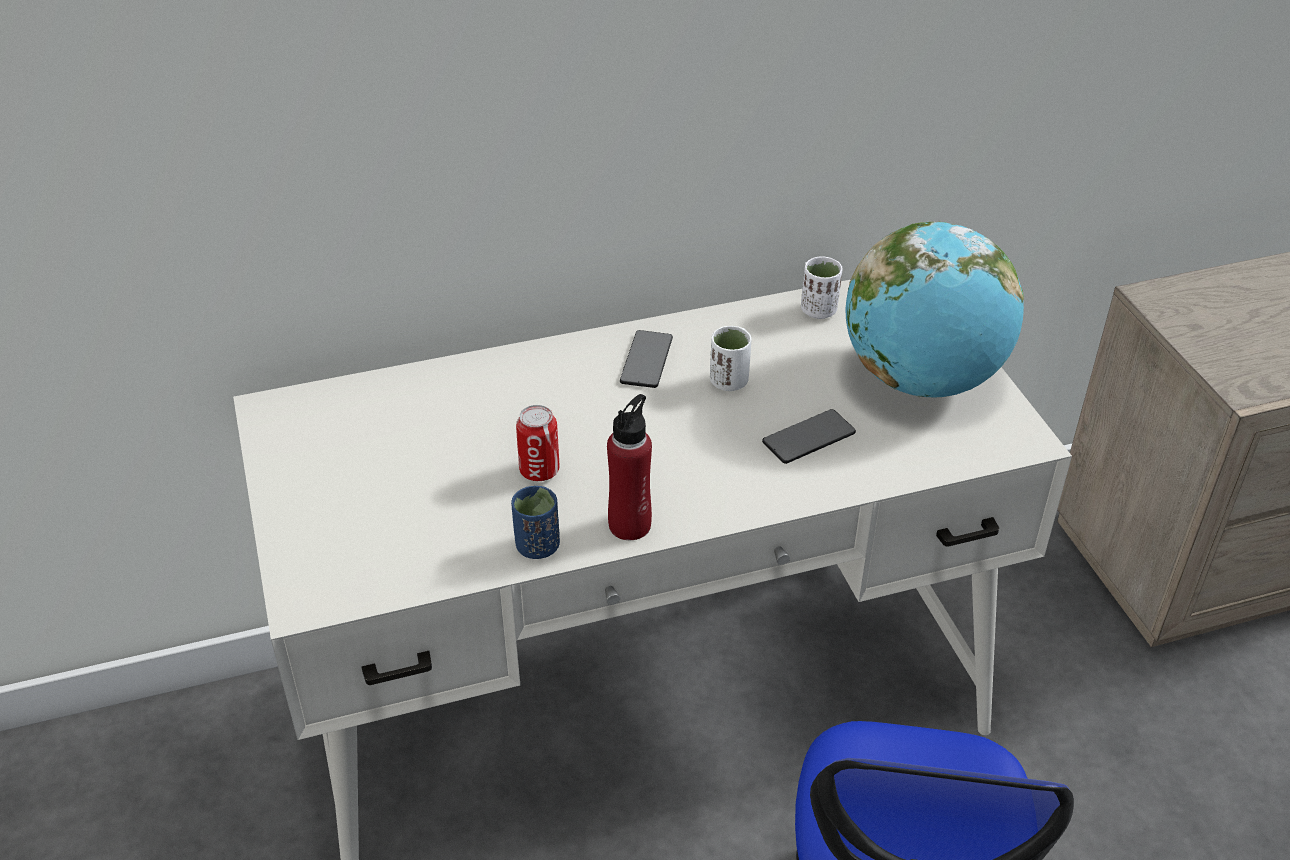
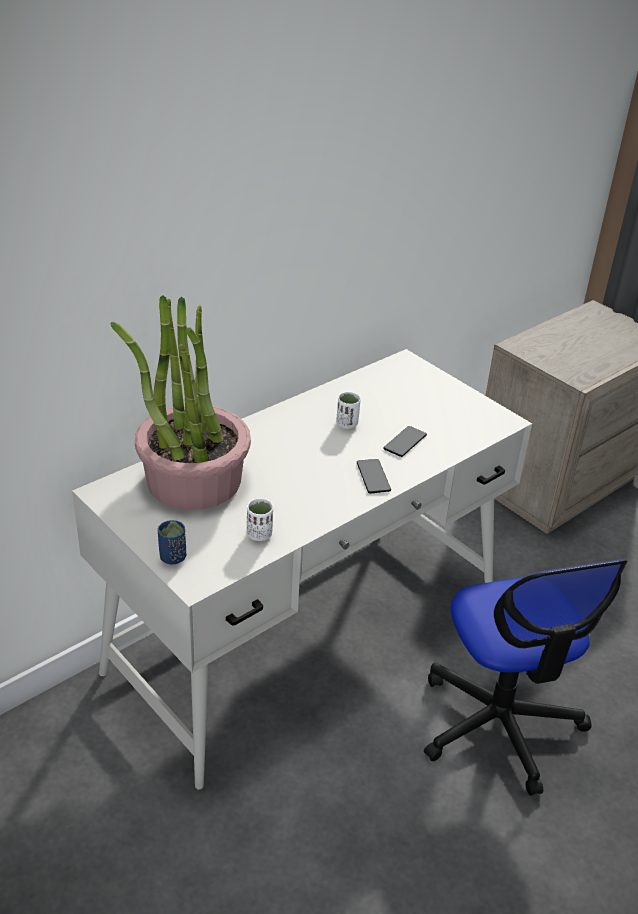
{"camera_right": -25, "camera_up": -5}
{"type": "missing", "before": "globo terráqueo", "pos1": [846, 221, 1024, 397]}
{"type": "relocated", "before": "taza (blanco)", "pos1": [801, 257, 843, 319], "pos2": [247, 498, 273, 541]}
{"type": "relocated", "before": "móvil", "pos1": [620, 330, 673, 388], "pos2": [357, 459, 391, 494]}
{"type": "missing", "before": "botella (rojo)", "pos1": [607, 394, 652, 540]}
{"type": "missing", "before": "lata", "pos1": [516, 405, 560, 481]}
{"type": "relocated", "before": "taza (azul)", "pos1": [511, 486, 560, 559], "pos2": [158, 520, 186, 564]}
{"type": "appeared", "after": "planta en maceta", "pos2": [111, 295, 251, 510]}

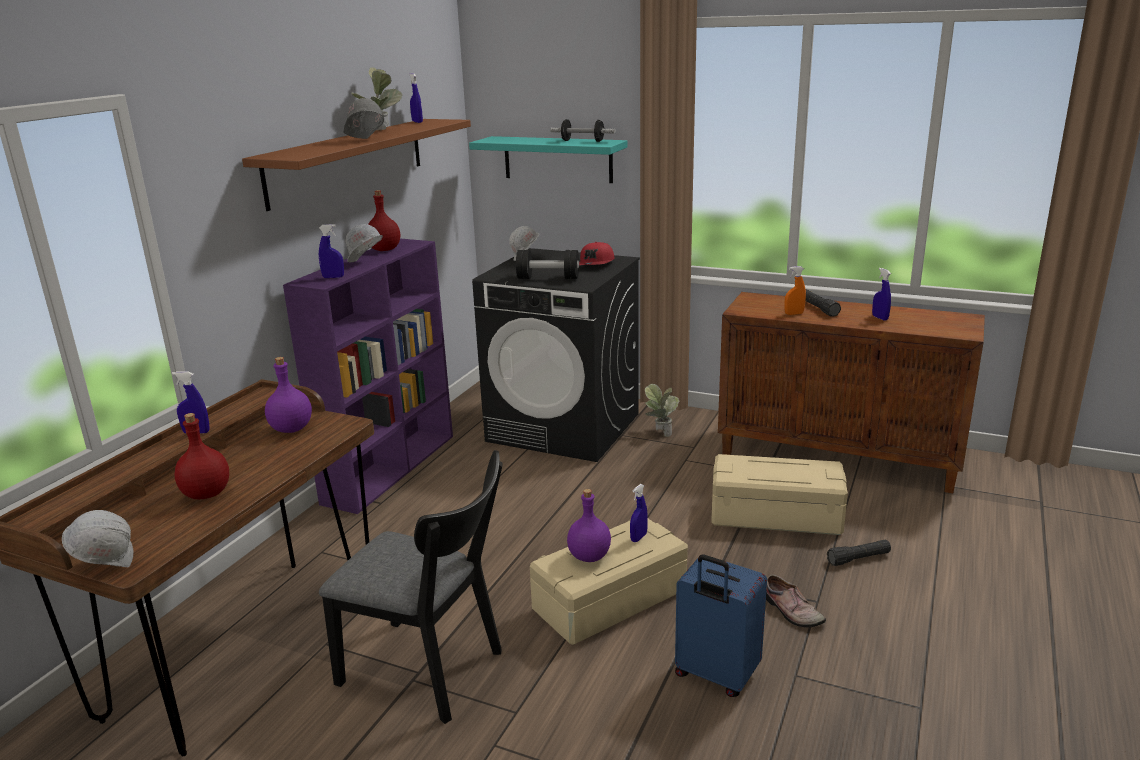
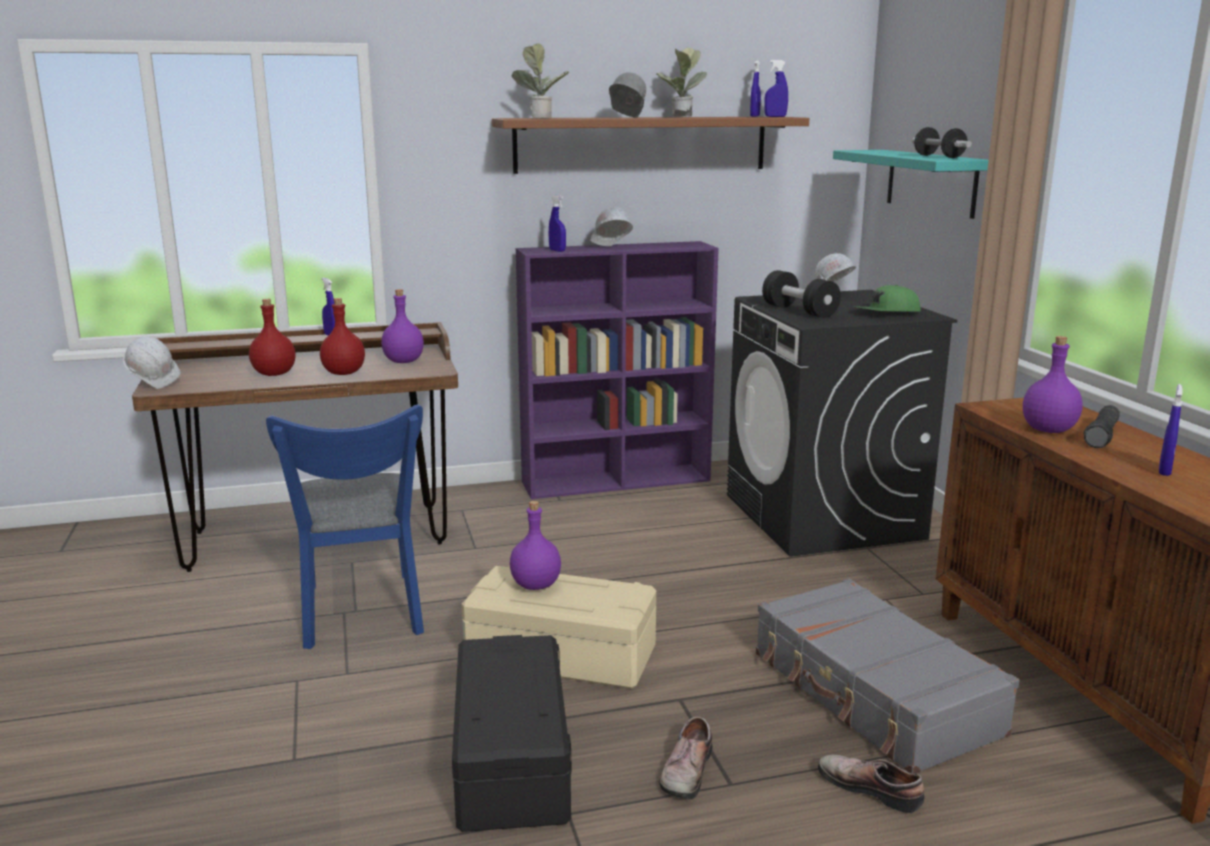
{"camera_right": 50, "camera_up": -5}
{"type": "relocated", "before": "botella (rojo)", "pos1": [368, 190, 400, 251], "pos2": [320, 298, 365, 375]}
{"type": "colour", "before": "gorra (rojo)", "after": "gorra (verde)", "pos1": [579, 242, 614, 265], "pos2": [854, 285, 921, 312]}
{"type": "exchanged", "before": "pulverizador (naranja)", "after": "botella (morado)", "pos1": [785, 266, 806, 315], "pos2": [1023, 336, 1083, 433]}
{"type": "relocated", "before": "planta en maceta", "pos1": [645, 384, 680, 437], "pos2": [512, 43, 570, 119]}
{"type": "colour", "before": "silla (negro)", "after": "silla (azul)", "pos1": [319, 450, 503, 724], "pos2": [266, 404, 424, 649]}
{"type": "exchanged", "before": "caja de almacenaje (beis)", "after": "maleta (gris)", "pos1": [711, 454, 848, 535], "pos2": [756, 579, 1019, 773]}
{"type": "relocated", "before": "pulverizador (azul)", "pos1": [630, 484, 648, 542], "pos2": [765, 60, 788, 117]}
{"type": "exchanged", "before": "linterna (negro)", "after": "zapato", "pos1": [827, 540, 891, 566], "pos2": [818, 754, 924, 813]}
{"type": "exchanged", "before": "maleta (azul)", "after": "caja de almacenaje (negro)", "pos1": [675, 555, 767, 697], "pos2": [452, 635, 571, 832]}

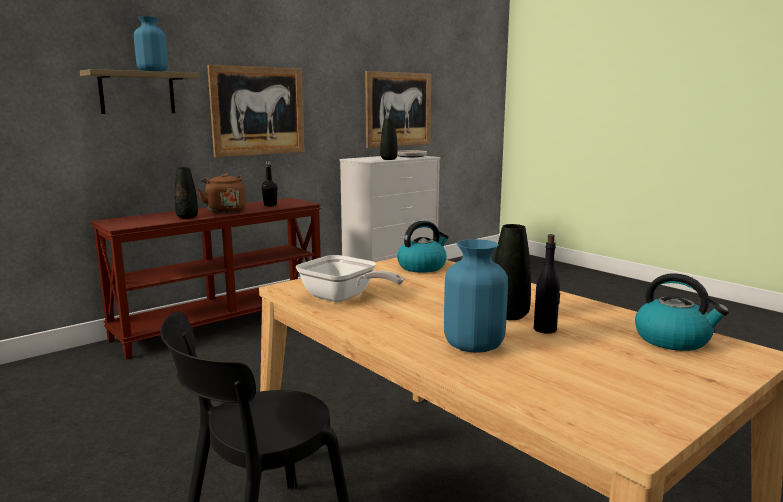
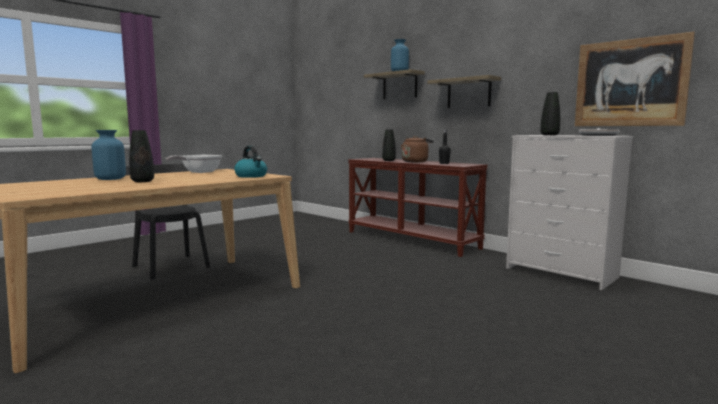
{"camera_right": 85, "camera_up": -5}
{"type": "exchanged", "before": "cuadro", "after": "estante", "pos1": [207, 65, 304, 157], "pos2": [427, 75, 501, 108]}
{"type": "missing", "before": "botella (negro)", "pos1": [534, 234, 560, 334]}
{"type": "missing", "before": "hervidor", "pos1": [635, 273, 729, 351]}

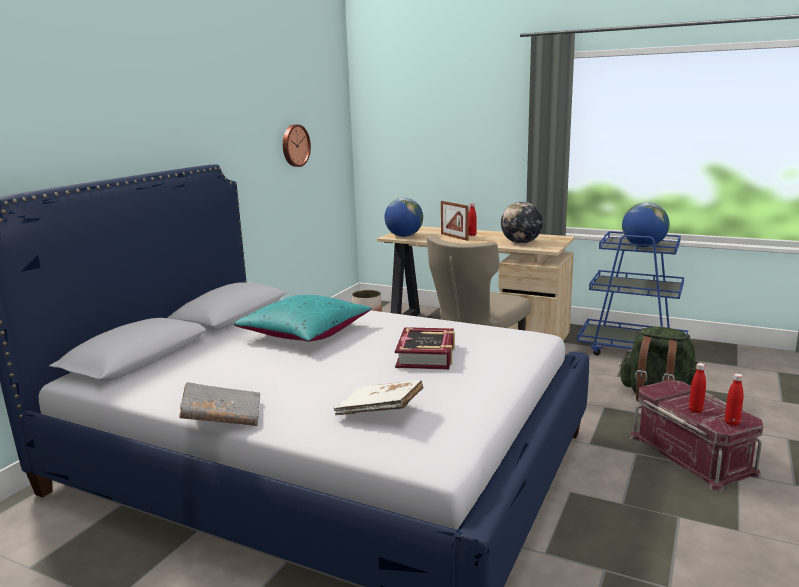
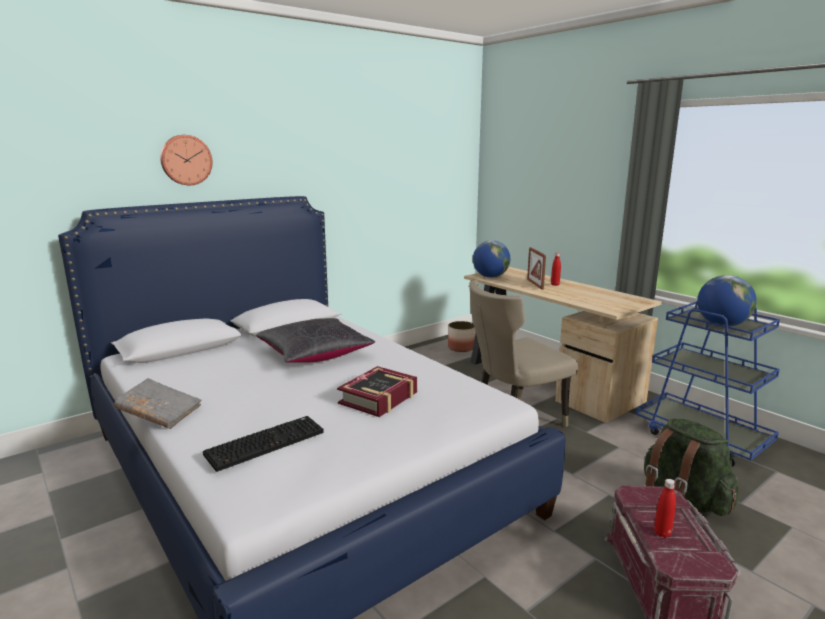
{"camera_right": 25, "camera_up": 0}
{"type": "relocated", "before": "reloj de pared", "pos1": [283, 125, 311, 167], "pos2": [160, 135, 212, 185]}
{"type": "missing", "before": "globo terráqueo", "pos1": [501, 202, 543, 244]}
{"type": "colour", "before": "cojín (turquesa)", "after": "cojín (negro)", "pos1": [234, 295, 372, 342], "pos2": [256, 318, 375, 363]}
{"type": "missing", "before": "botella (rojo)", "pos1": [725, 373, 743, 426]}
{"type": "exchanged", "before": "libro (blanco)", "after": "teclado", "pos1": [334, 380, 424, 415], "pos2": [203, 416, 324, 472]}

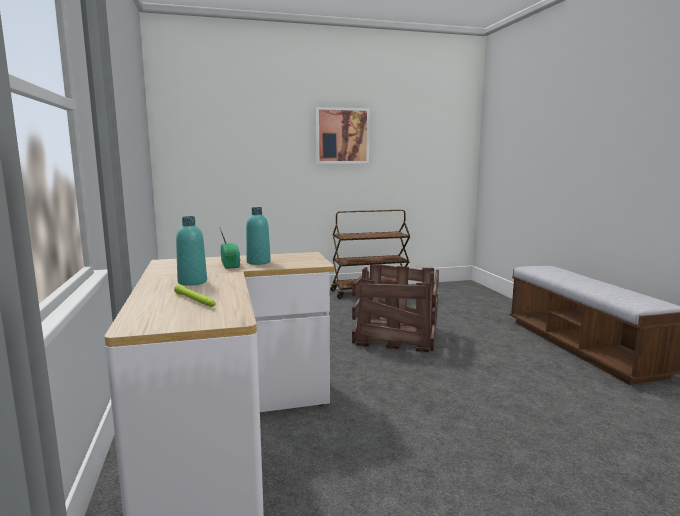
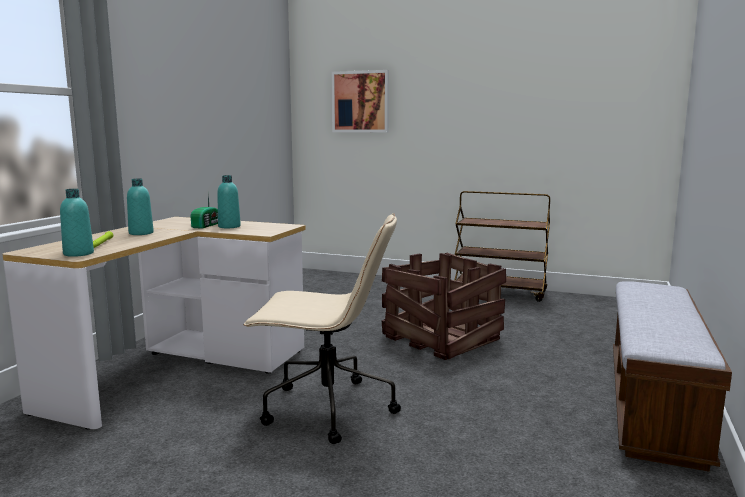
{"camera_right": 35, "camera_up": 0}
{"type": "relocated", "before": "cuadro", "pos1": [316, 107, 370, 163], "pos2": [331, 70, 389, 132]}
{"type": "appeared", "after": "botella (turquesa)", "pos2": [60, 189, 94, 257]}
{"type": "appeared", "after": "silla de oficina (beis)", "pos2": [243, 213, 401, 444]}

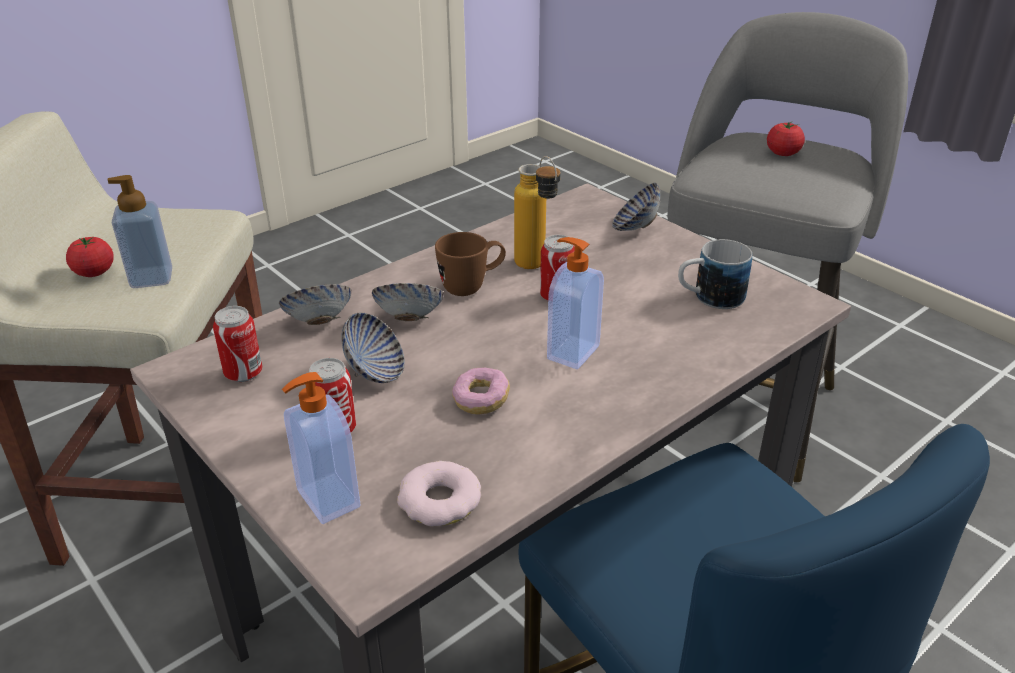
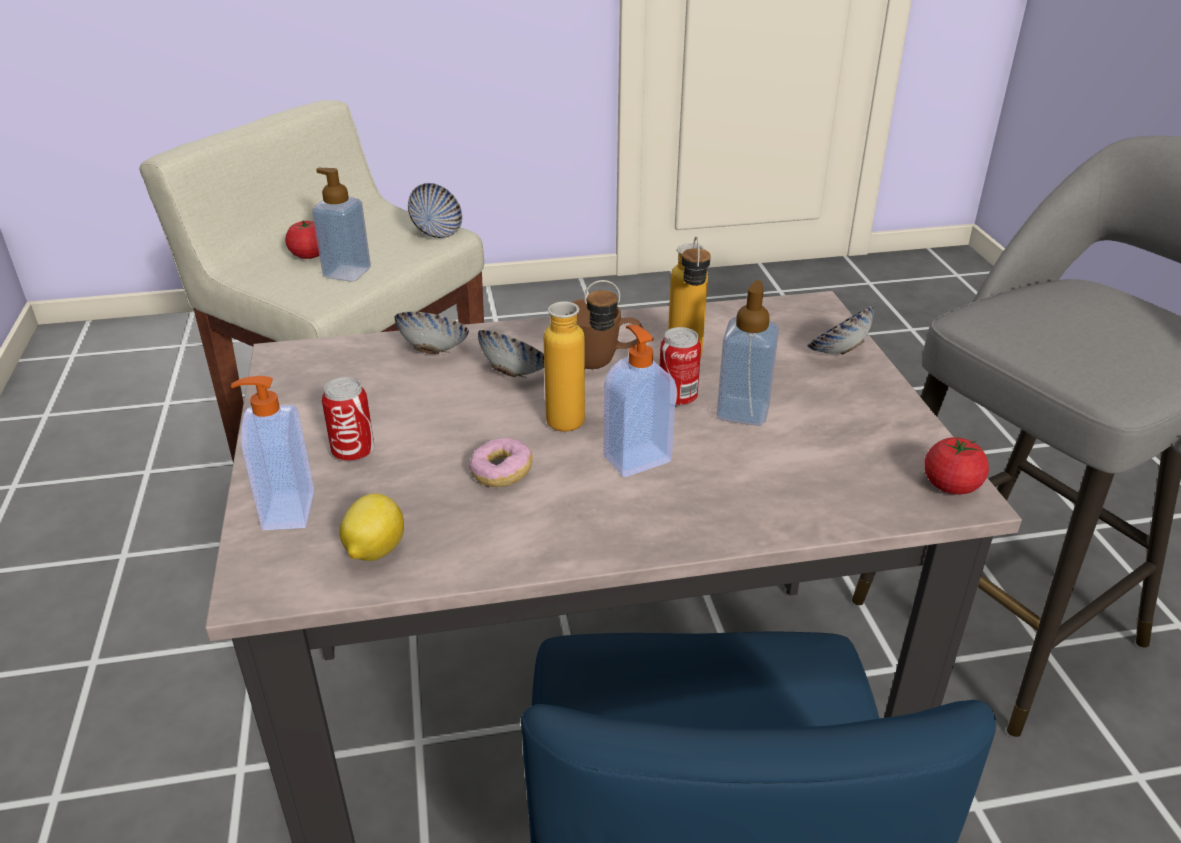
{"camera_right": 30, "camera_up": 0}
{"type": "relocated", "before": "tomate", "pos1": [767, 122, 805, 156], "pos2": [924, 437, 989, 494]}
{"type": "missing", "before": "taza grande", "pos1": [678, 239, 752, 309]}
{"type": "missing", "before": "lata", "pos1": [213, 306, 263, 382]}
{"type": "relocated", "before": "cuenco", "pos1": [341, 313, 405, 383], "pos2": [408, 183, 462, 238]}
{"type": "exchanged", "before": "rosquilla", "after": "limón", "pos1": [397, 461, 481, 526], "pos2": [339, 493, 404, 561]}
{"type": "appeared", "after": "botella", "pos2": [544, 280, 620, 432]}
{"type": "appeared", "after": "dispensador de jabón", "pos2": [716, 280, 779, 426]}

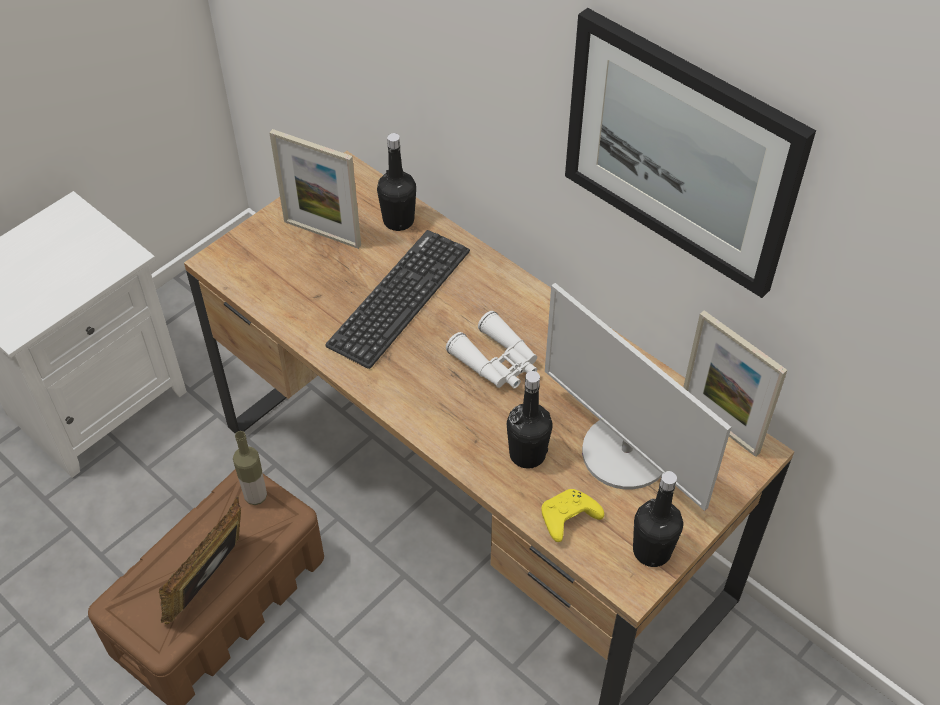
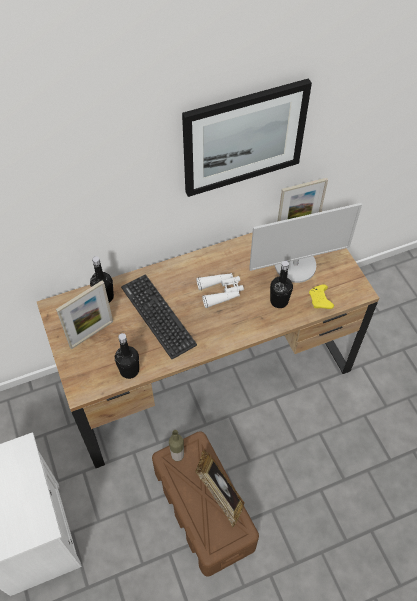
{"camera_right": -65, "camera_up": 5}
{"type": "relocated", "before": "botella (negro)", "pos1": [633, 471, 683, 567], "pos2": [115, 333, 139, 379]}

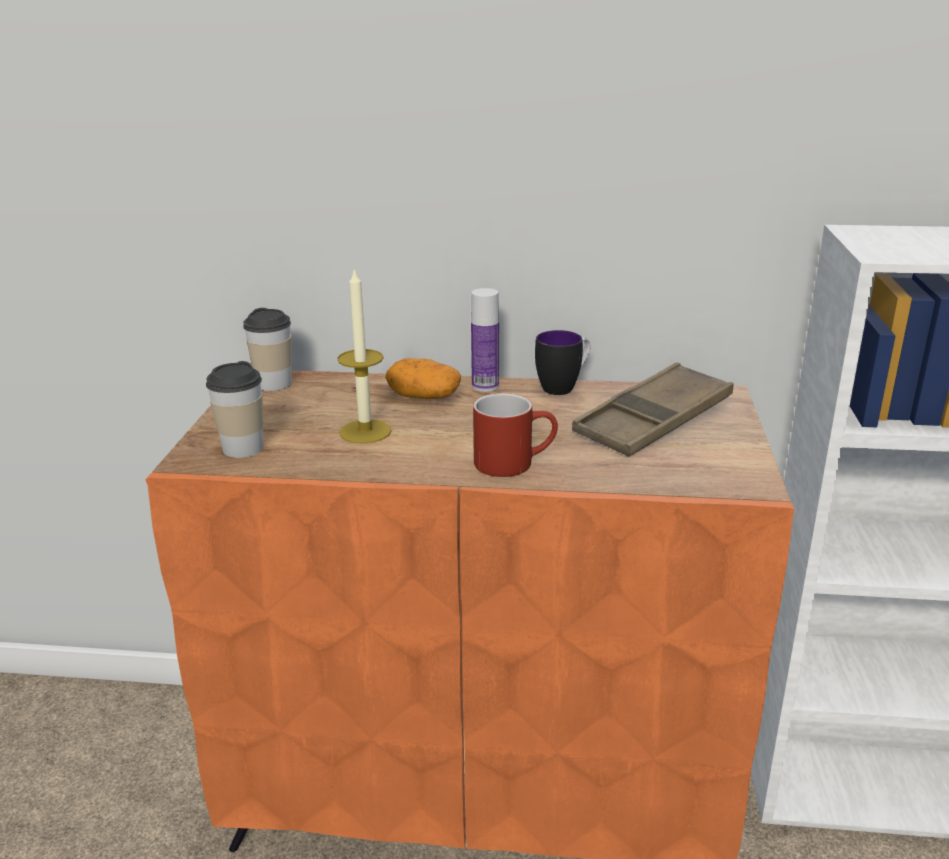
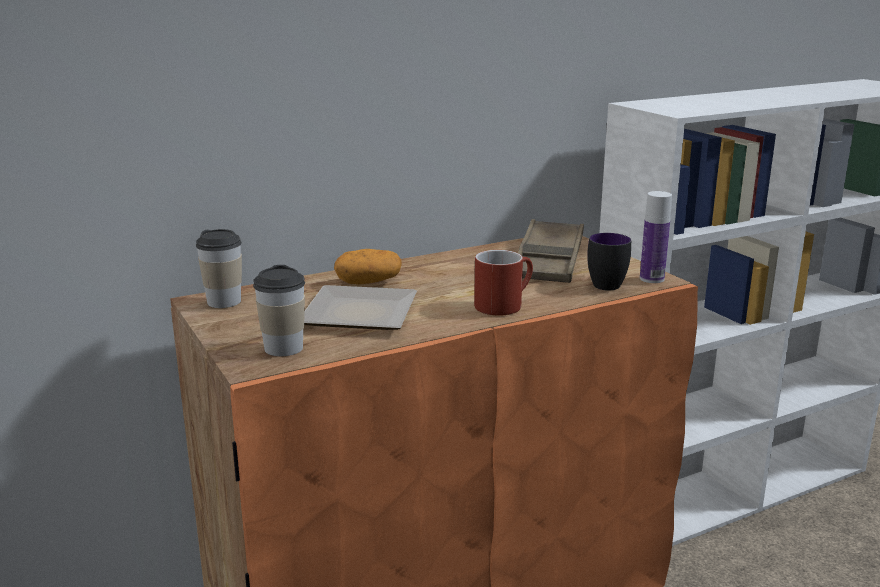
{"camera_right": -35, "camera_up": -5}
{"type": "exchanged", "before": "vela", "after": "plato", "pos1": [337, 267, 392, 444], "pos2": [304, 285, 417, 330]}
{"type": "relocated", "before": "botella", "pos1": [471, 288, 499, 392], "pos2": [640, 191, 672, 283]}
{"type": "relocated", "before": "taza grande", "pos1": [535, 330, 591, 395], "pos2": [587, 233, 631, 291]}

